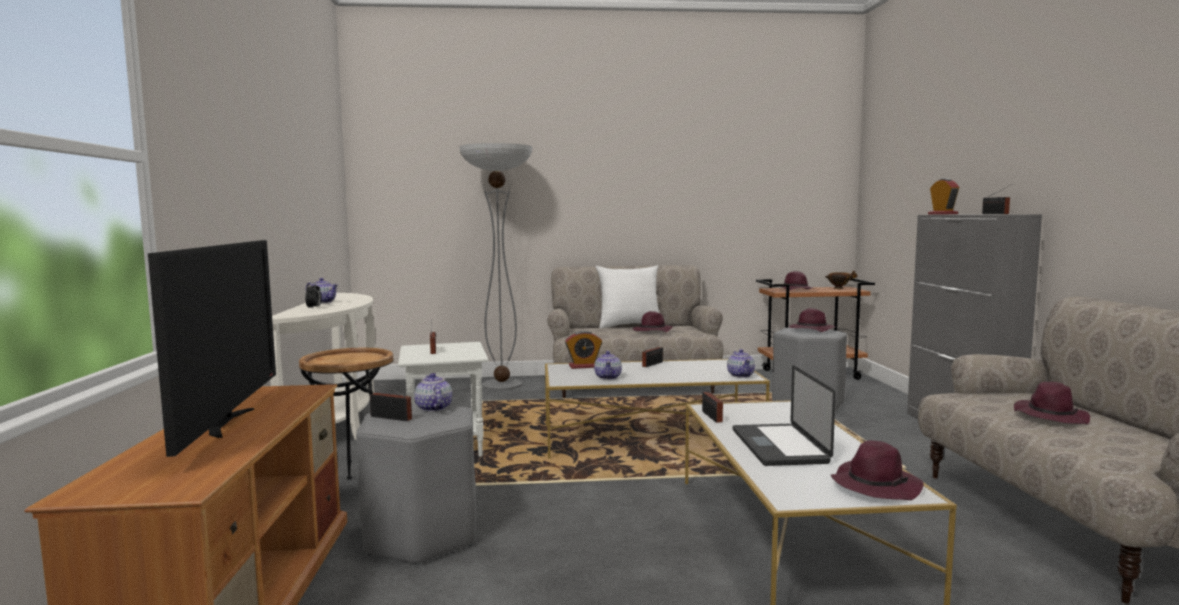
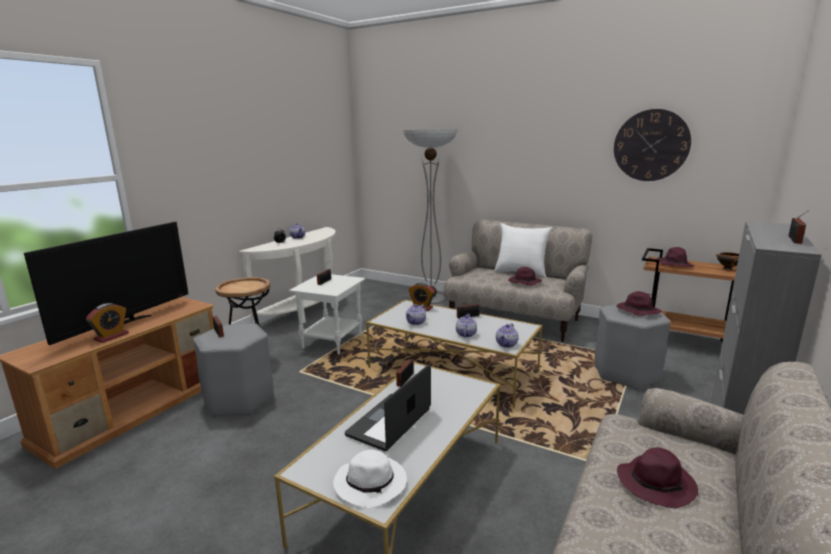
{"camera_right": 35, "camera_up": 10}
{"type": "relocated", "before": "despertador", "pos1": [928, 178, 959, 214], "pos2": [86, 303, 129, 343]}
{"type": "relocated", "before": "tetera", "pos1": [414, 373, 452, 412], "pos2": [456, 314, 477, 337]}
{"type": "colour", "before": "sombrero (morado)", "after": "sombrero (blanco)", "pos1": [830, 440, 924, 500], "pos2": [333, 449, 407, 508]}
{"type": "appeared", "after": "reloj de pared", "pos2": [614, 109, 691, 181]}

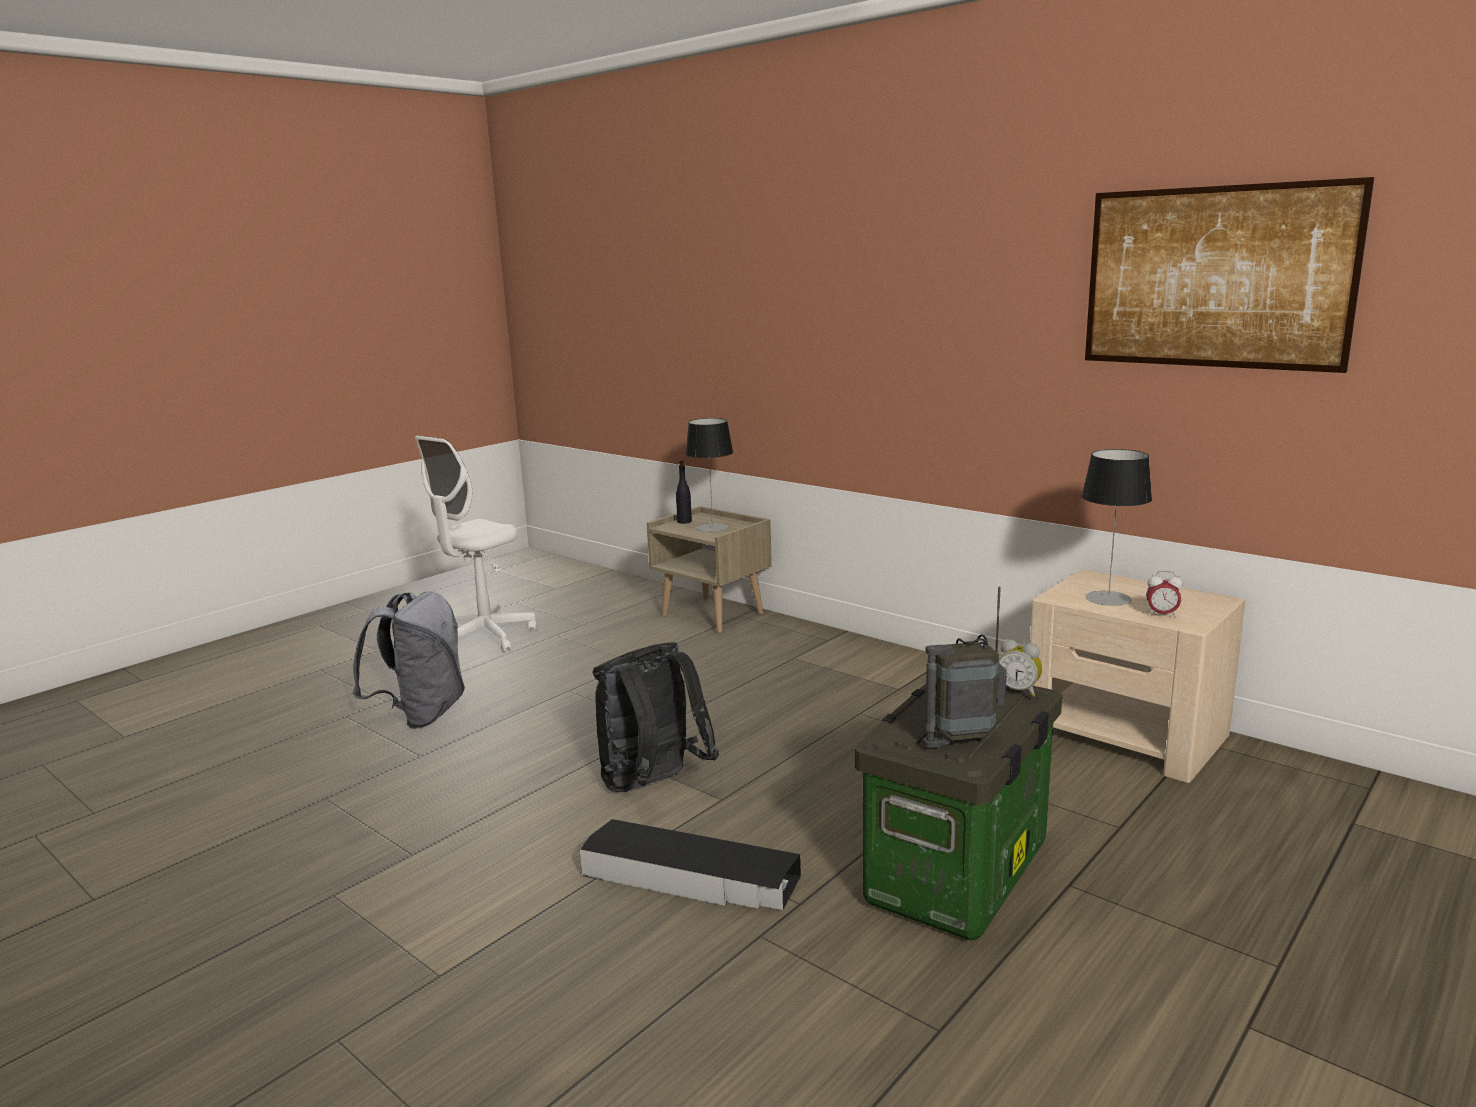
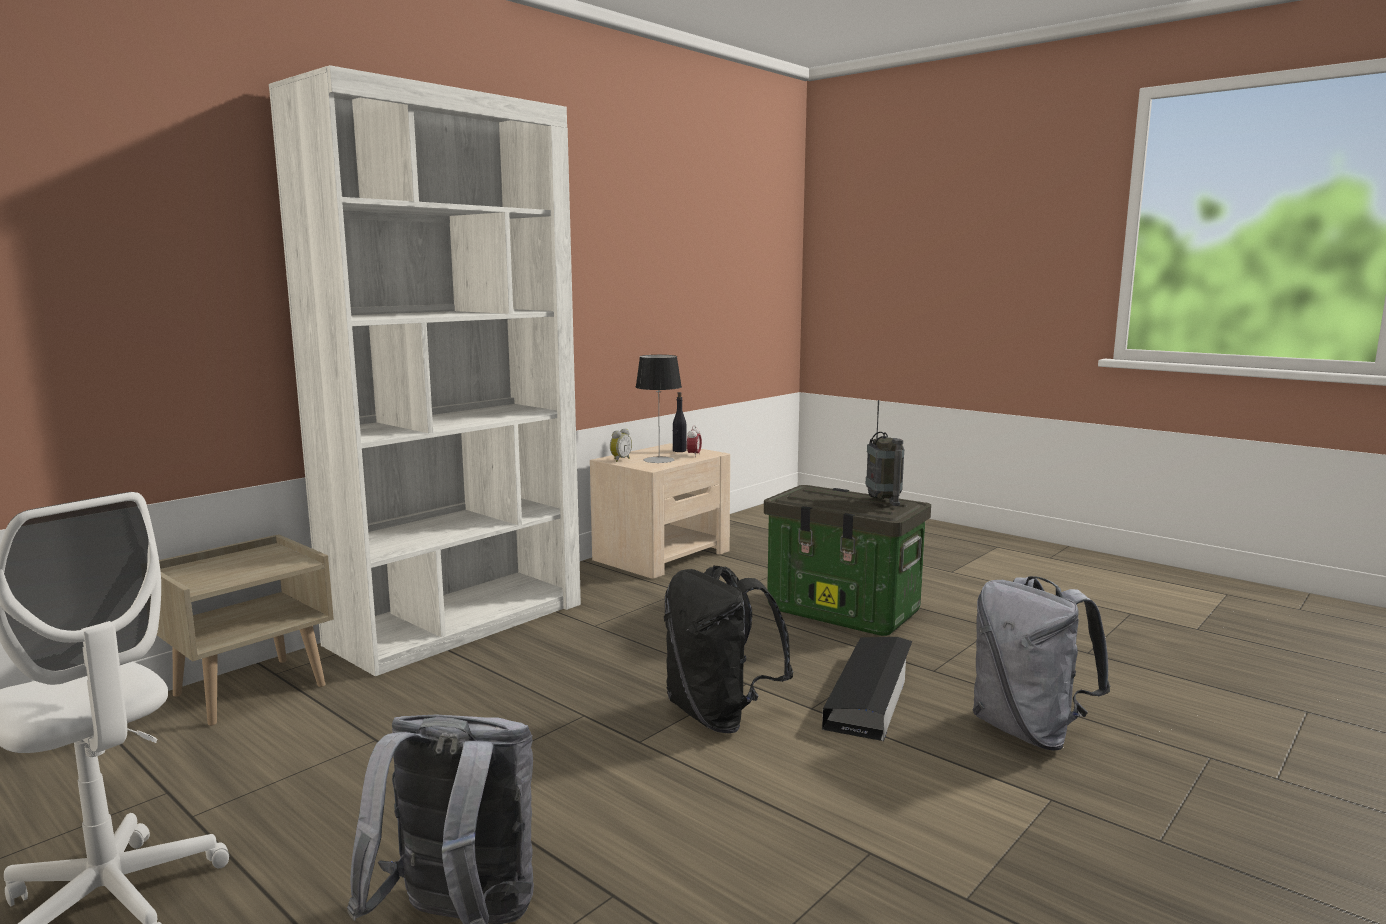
{"camera_right": -90, "camera_up": -5}
{"type": "missing", "before": "cuadro", "pos1": [1085, 177, 1374, 373]}
{"type": "missing", "before": "lámpara de mesa", "pos1": [685, 418, 733, 532]}
{"type": "relocated", "before": "botella (negro)", "pos1": [676, 460, 692, 524], "pos2": [673, 392, 687, 452]}
{"type": "relocated", "before": "despertador", "pos1": [999, 639, 1042, 697], "pos2": [610, 428, 632, 462]}
{"type": "appeared", "after": "estantería (blanco)", "pos2": [269, 65, 581, 676]}
{"type": "appeared", "after": "mochila (gris)", "pos2": [973, 576, 1110, 751]}

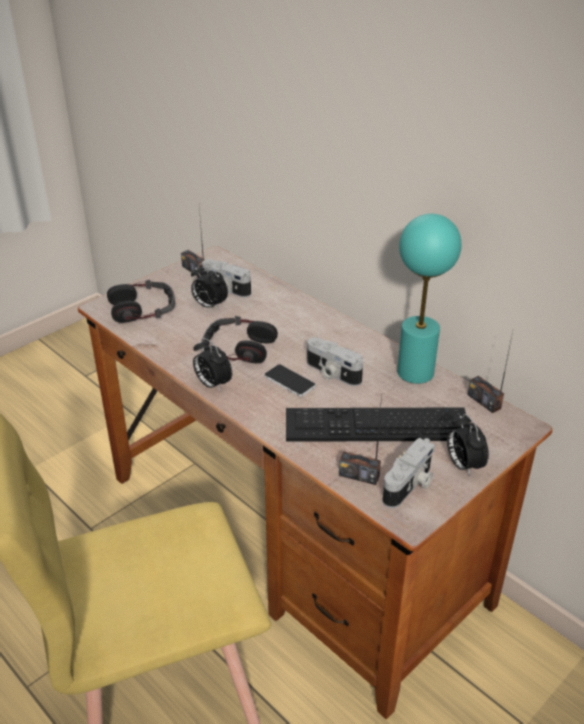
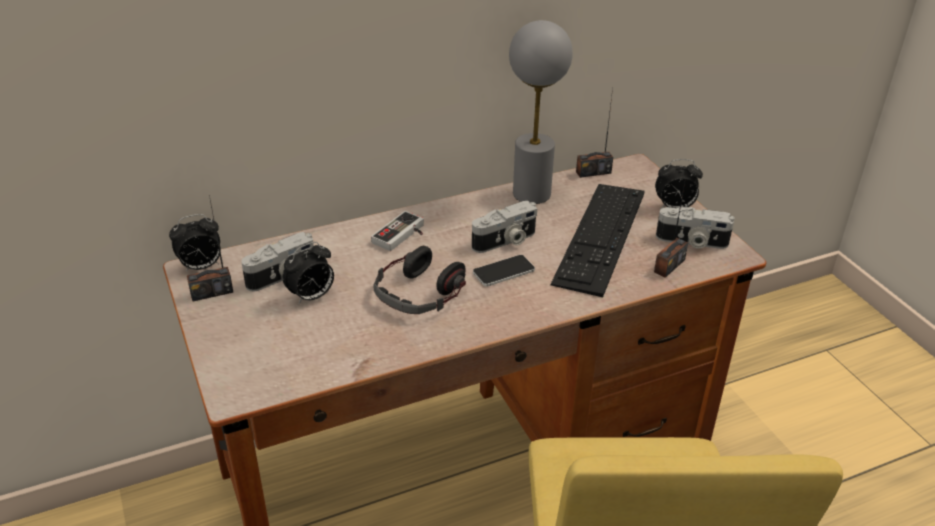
{"camera_right": -70, "camera_up": 0}
{"type": "colour", "before": "lámpara de mesa (turquesa)", "after": "lámpara de mesa (gris)", "pos1": [397, 214, 461, 384], "pos2": [509, 20, 573, 204]}
{"type": "missing", "before": "auriculares", "pos1": [107, 280, 175, 323]}
{"type": "relocated", "before": "despertador", "pos1": [193, 338, 232, 392], "pos2": [169, 214, 221, 272]}
{"type": "spun", "before": "cámara", "pos1": [382, 438, 435, 508], "pos2": [656, 207, 735, 249], "turn": 135}
{"type": "appeared", "after": "mando de consola", "pos2": [371, 211, 424, 251]}

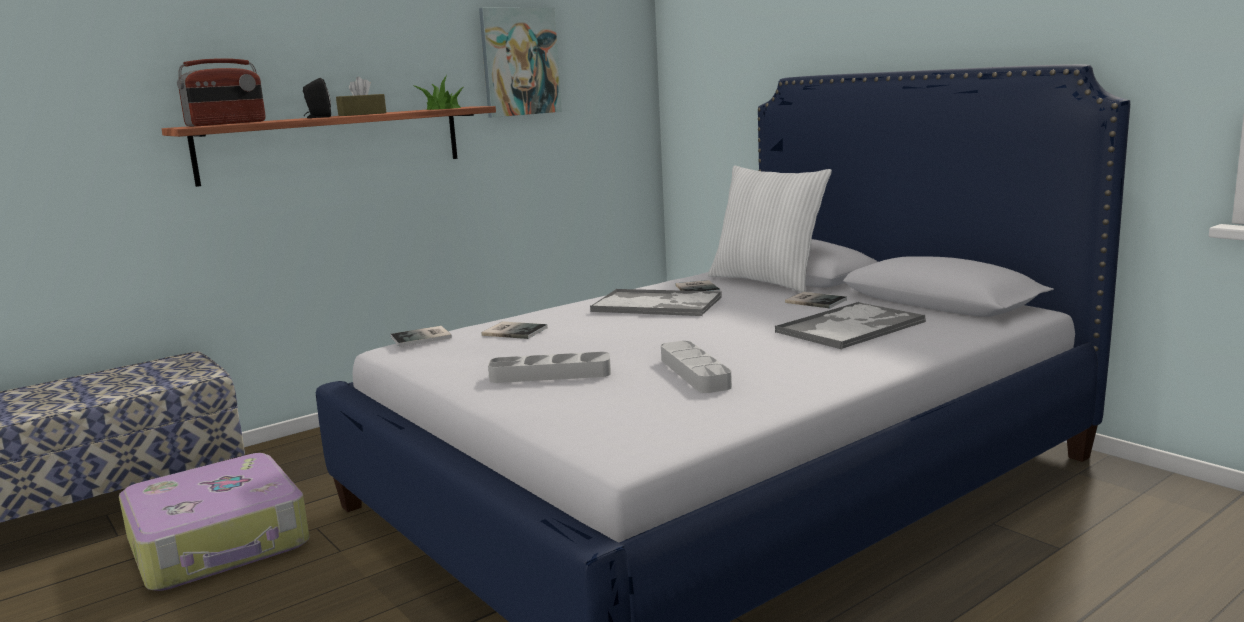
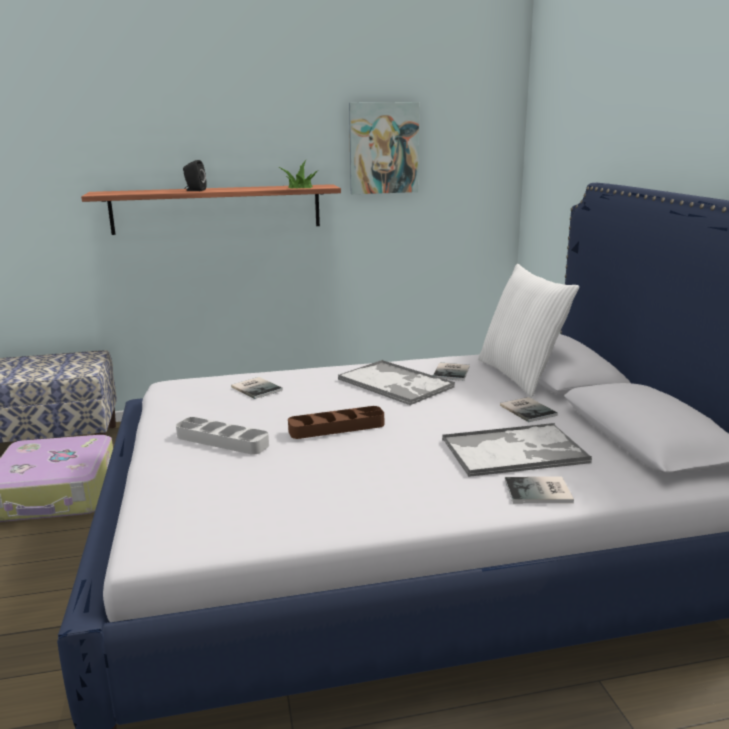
{"camera_right": 25, "camera_up": 5}
{"type": "missing", "before": "radio", "pos1": [177, 58, 266, 126]}
{"type": "missing", "before": "caja de pañuelos (marrón)", "pos1": [336, 76, 386, 116]}
{"type": "relocated", "before": "libro", "pos1": [391, 326, 452, 347], "pos2": [505, 477, 574, 503]}
{"type": "missing", "before": "bandeja (gris)", "pos1": [661, 341, 732, 393]}
{"type": "appeared", "after": "bandeja (marrón)", "pos2": [288, 406, 384, 439]}

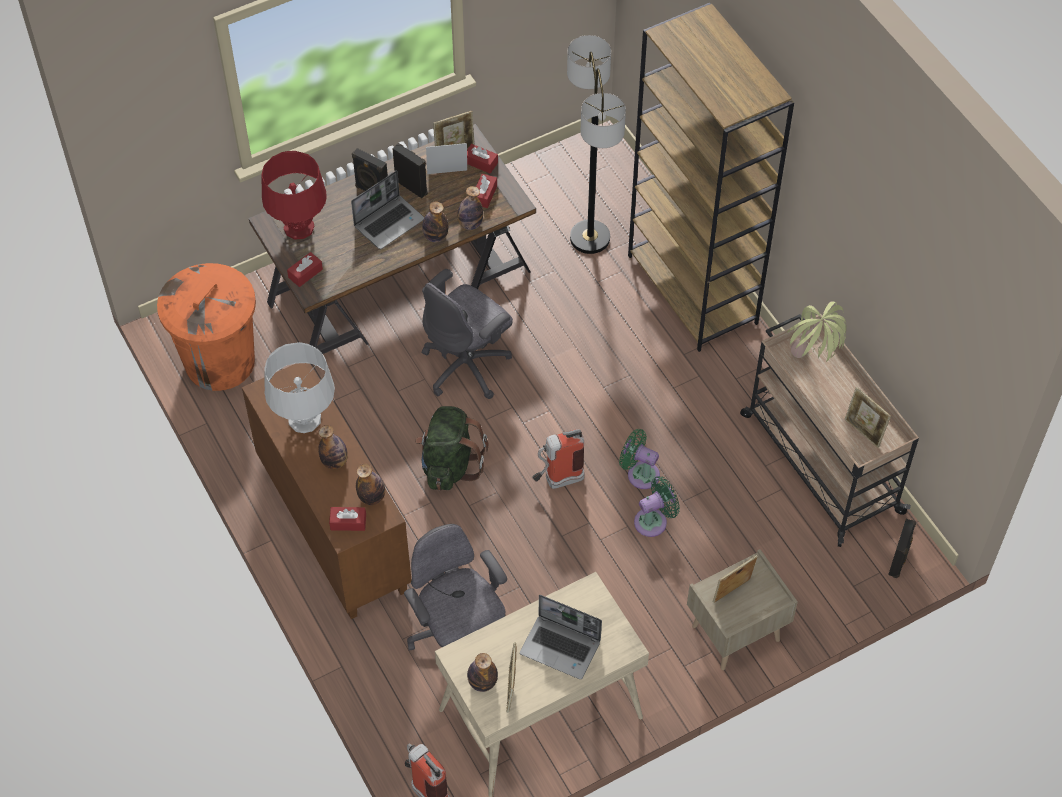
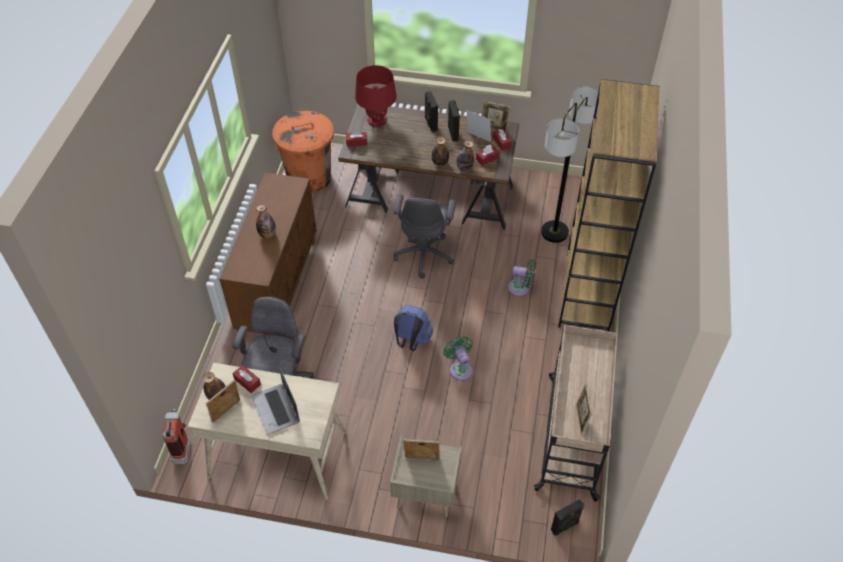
{"camera_right": 40, "camera_up": -5}
{"type": "missing", "before": "portátil", "pos1": [351, 170, 424, 249]}
{"type": "spun", "before": "silla de oficina (gris)", "pos1": [422, 269, 513, 399], "pos2": [393, 194, 456, 278], "turn": -75}
{"type": "missing", "before": "planta en maceta", "pos1": [787, 302, 847, 362]}
{"type": "missing", "before": "lámpara de mesa (gris)", "pos1": [264, 342, 335, 433]}
{"type": "missing", "before": "mochila (verde)", "pos1": [415, 406, 489, 491]}
{"type": "exchanged", "before": "extintor", "after": "mochila (azul)", "pos1": [532, 429, 584, 489], "pos2": [394, 305, 433, 351]}
{"type": "missing", "before": "botella", "pos1": [356, 463, 385, 505]}
{"type": "relocated", "before": "ventilador (verde)", "pos1": [634, 476, 680, 537], "pos2": [508, 259, 536, 296]}
{"type": "relocated", "before": "caja de pañuelos (rojo)", "pos1": [329, 507, 366, 531], "pos2": [233, 365, 261, 393]}

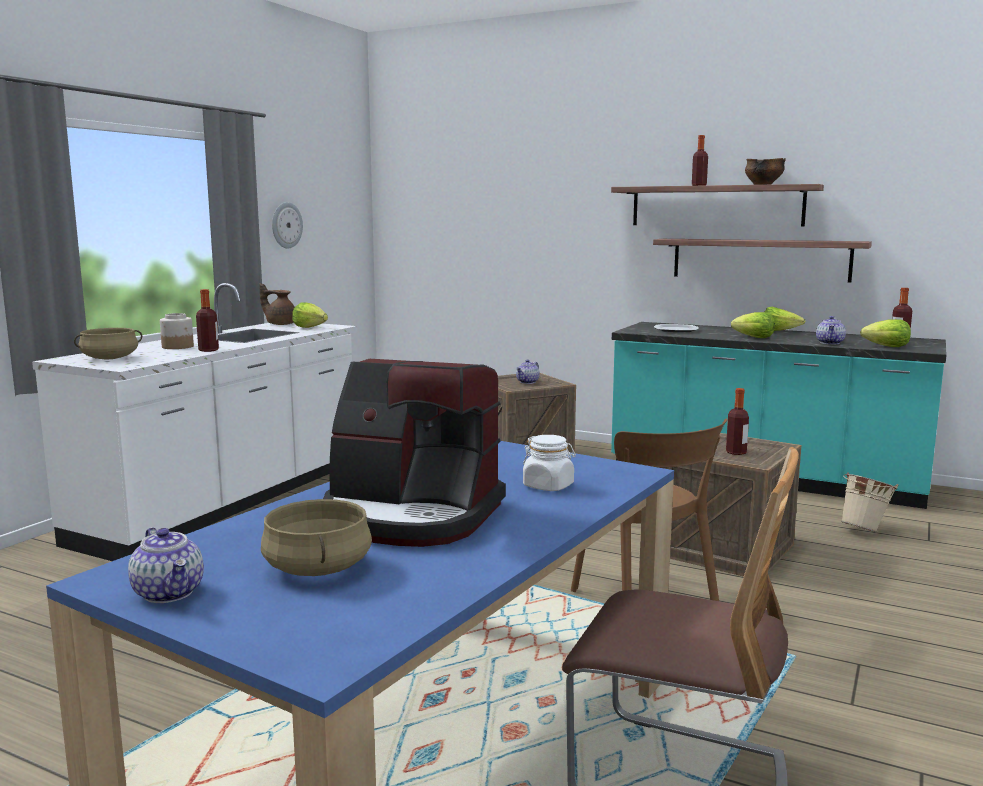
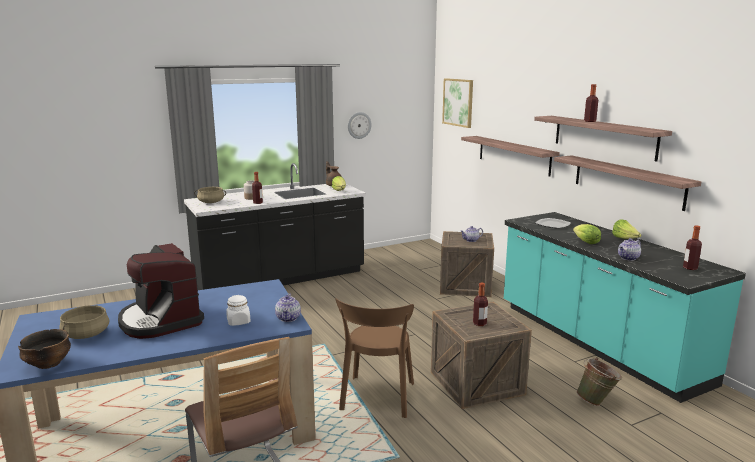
{"camera_right": 35, "camera_up": 5}
{"type": "relocated", "before": "cuenco", "pos1": [745, 158, 786, 185], "pos2": [18, 329, 71, 369]}
{"type": "colour", "before": "mueble bajo de cocina (blanco)", "after": "mueble bajo de cocina (negro)", "pos1": [32, 283, 357, 561], "pos2": [184, 163, 366, 290]}
{"type": "missing", "before": "lechuga", "pos1": [860, 319, 911, 347]}
{"type": "colour", "before": "cubo (beis)", "after": "cubo (verde)", "pos1": [841, 472, 898, 532], "pos2": [576, 357, 622, 406]}
{"type": "relocated", "before": "tetera", "pos1": [128, 527, 204, 603], "pos2": [275, 293, 301, 322]}
{"type": "appeared", "after": "cuadro", "pos2": [442, 78, 473, 128]}
{"type": "appeared", "after": "estante", "pos2": [461, 136, 560, 176]}

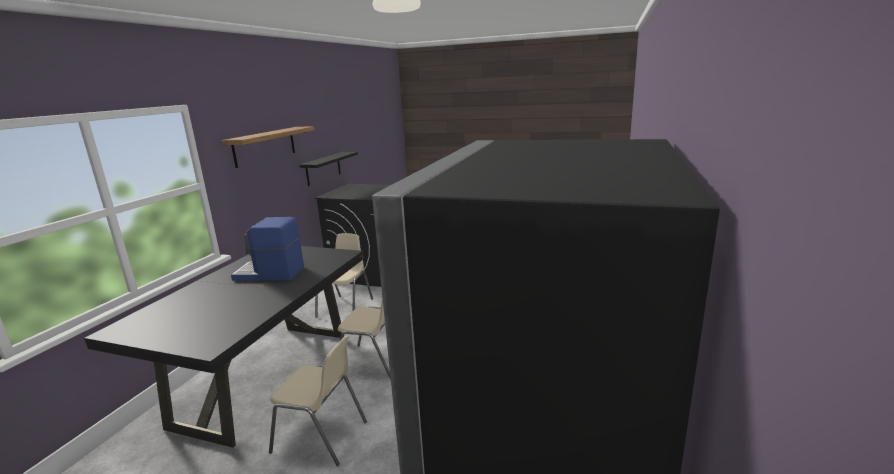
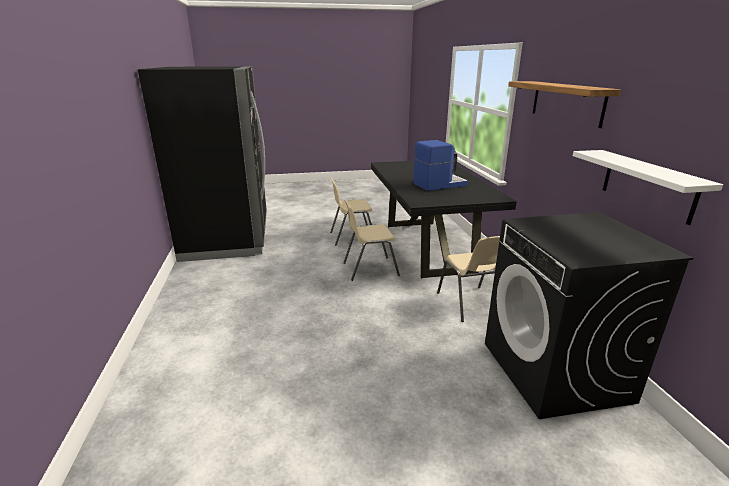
{"camera_right": 150, "camera_up": 5}
{"type": "colour", "before": "estante (negro)", "after": "estante (blanco)", "pos1": [300, 152, 358, 186], "pos2": [573, 150, 723, 225]}

